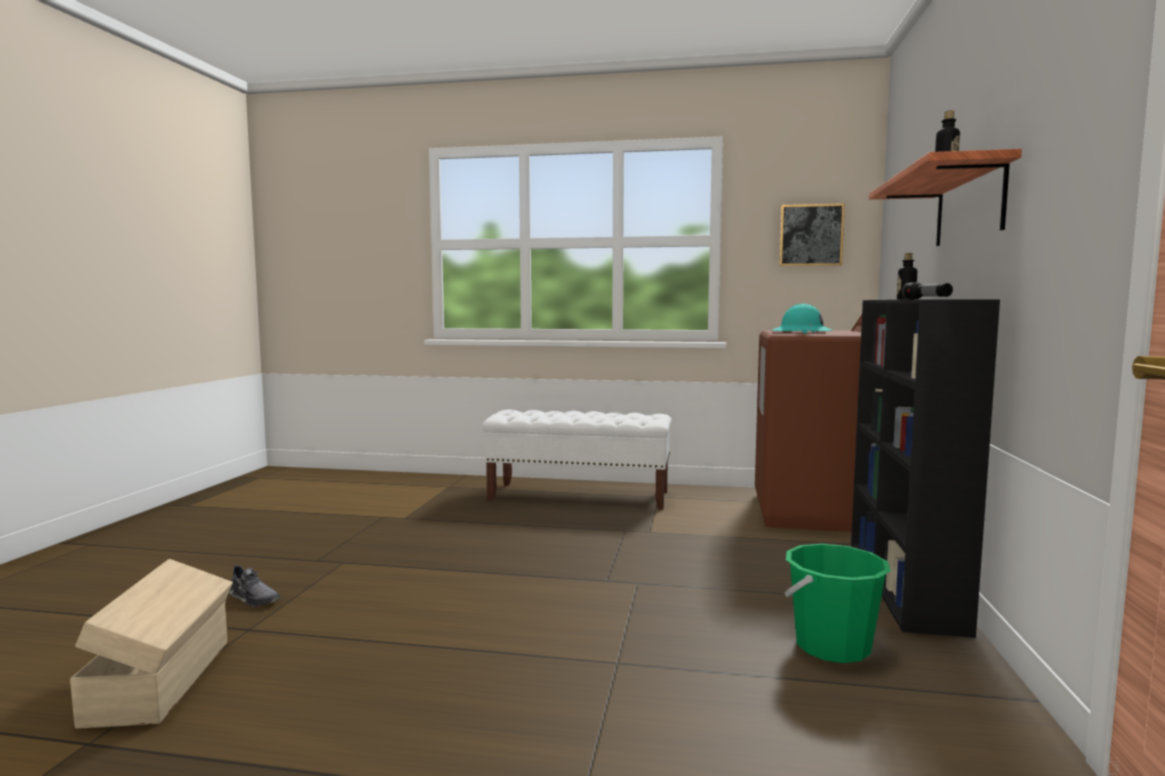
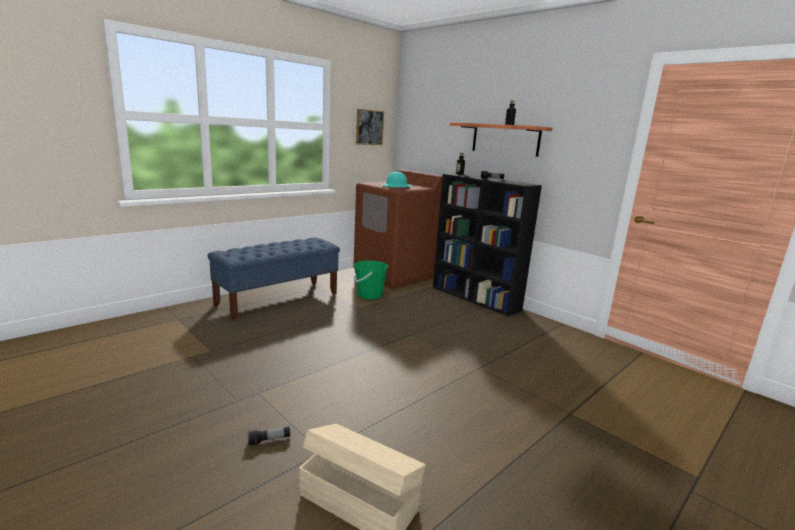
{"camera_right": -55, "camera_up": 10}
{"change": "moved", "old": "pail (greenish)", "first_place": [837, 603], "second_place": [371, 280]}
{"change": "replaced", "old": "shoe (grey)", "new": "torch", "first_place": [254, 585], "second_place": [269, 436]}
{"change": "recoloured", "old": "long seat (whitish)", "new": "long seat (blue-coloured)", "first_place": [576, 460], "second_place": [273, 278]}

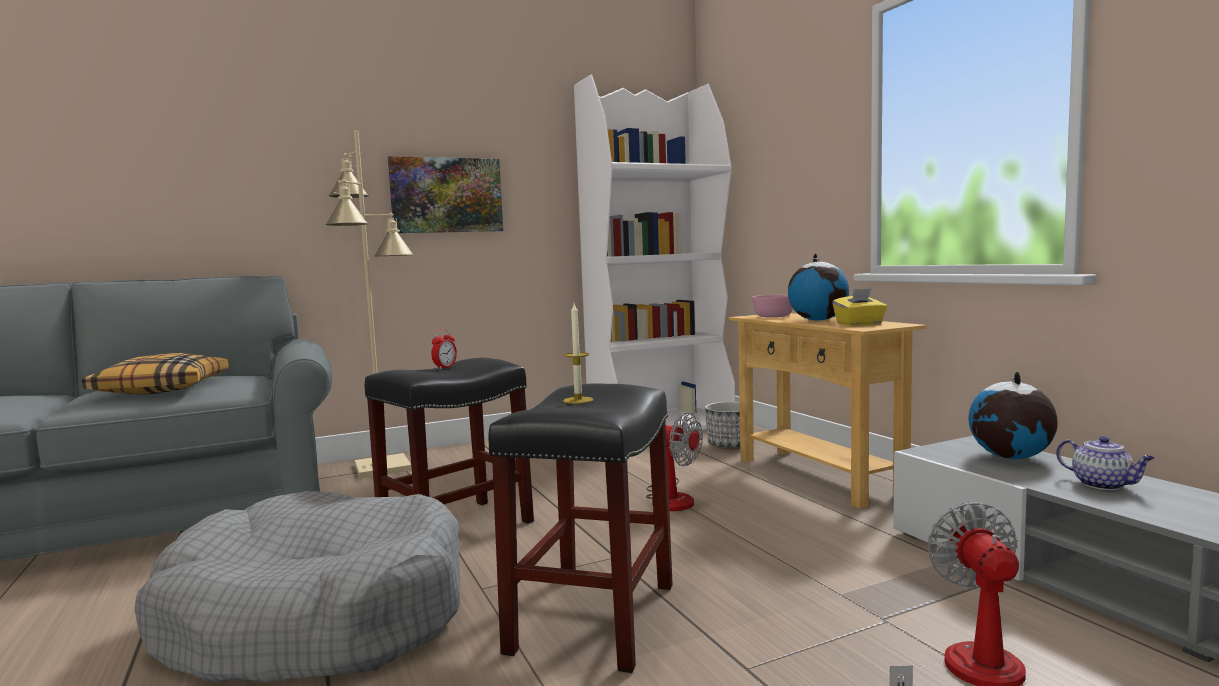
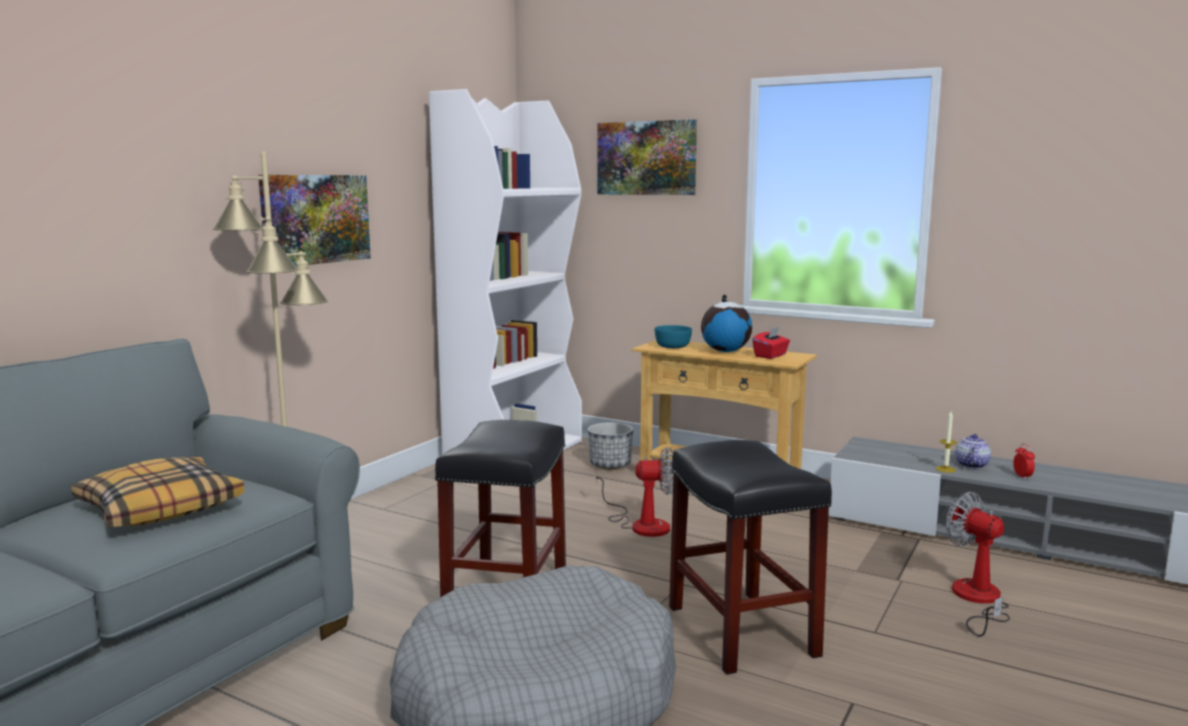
{"camera_right": -35, "camera_up": 5}
{"change": "removed", "old": "globe", "first_place": [1013, 415]}
{"change": "added", "new": "picture", "second_place": [647, 157]}
{"change": "moved", "old": "table clock", "first_place": [444, 349], "second_place": [1024, 462]}
{"change": "moved", "old": "wax candle", "first_place": [578, 354], "second_place": [946, 442]}
{"change": "recoloured", "old": "deep dish (pinkish)", "new": "deep dish (turquoise)", "first_place": [772, 306], "second_place": [673, 336]}
{"change": "recoloured", "old": "box of tissues (yellow)", "new": "box of tissues (red)", "first_place": [859, 307], "second_place": [771, 343]}
{"change": "turned", "old": "pot for tea", "first_place": [1105, 463], "second_place": [973, 451], "degrees": -90}

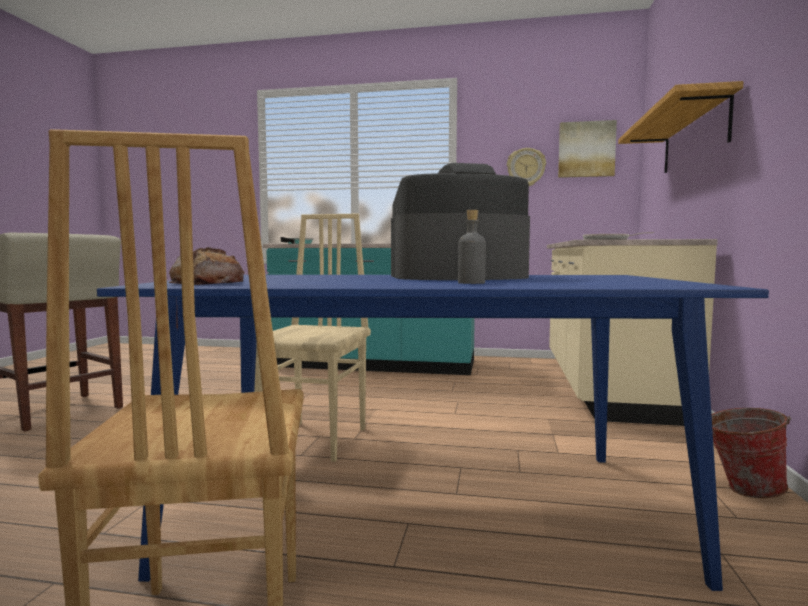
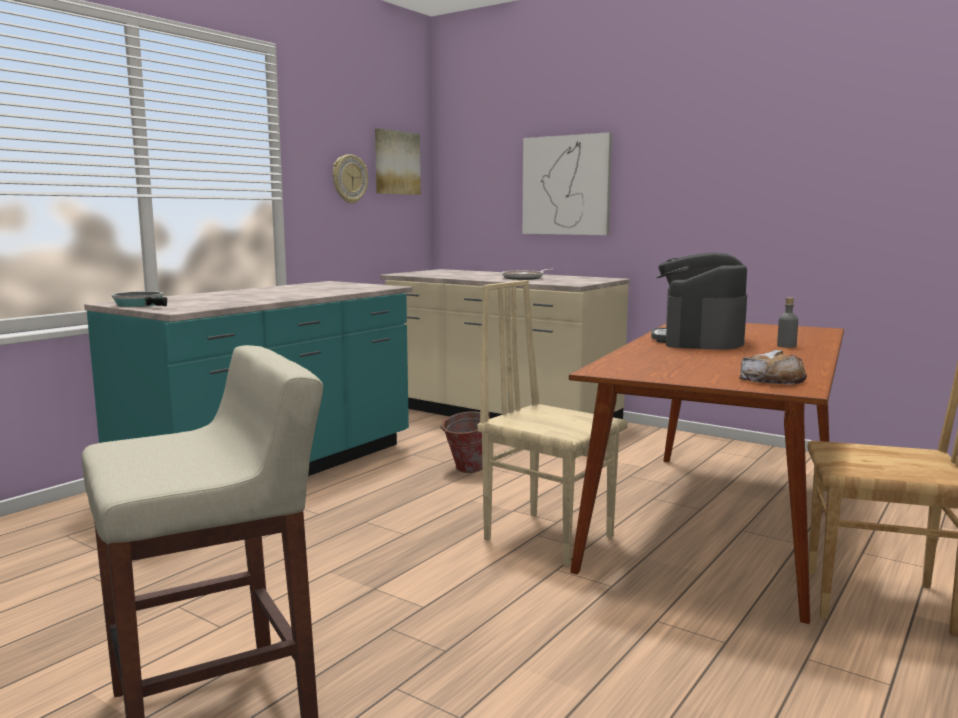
{"camera_right": -65, "camera_up": 5}
{"change": "moved", "old": "pail", "first_place": [751, 453], "second_place": [465, 442]}
{"change": "replaced", "old": "shelf", "new": "picture", "first_place": [681, 127], "second_place": [567, 183]}
{"change": "recoloured", "old": "dinner table (blue-coloured)", "new": "dinner table (brownish)", "first_place": [433, 433], "second_place": [706, 473]}

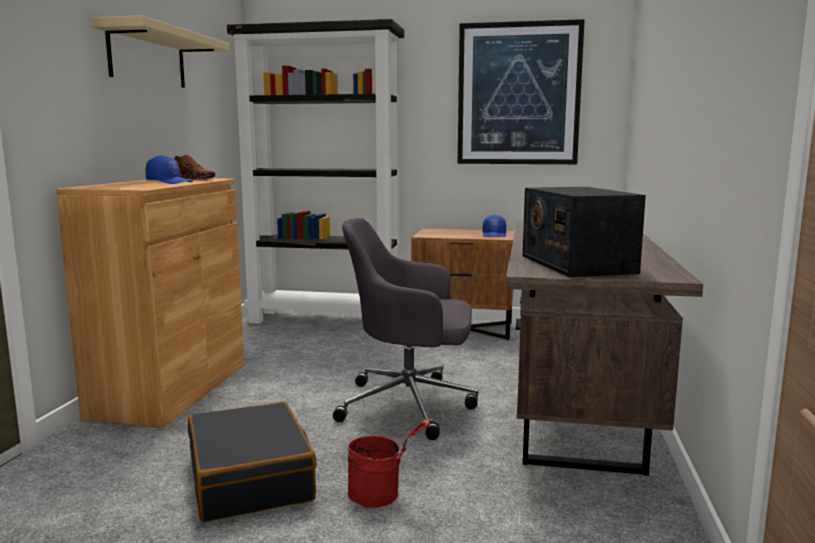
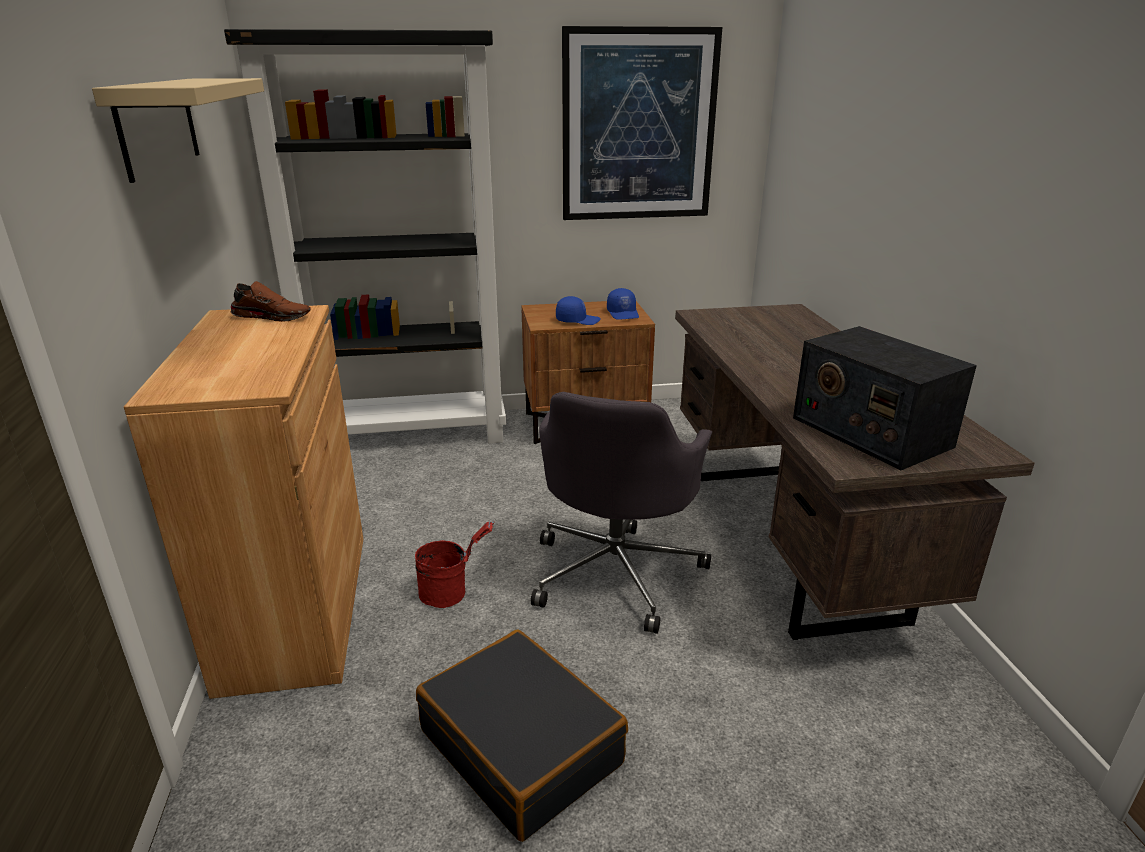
{"camera_right": -20, "camera_up": 15}
{"change": "moved", "old": "baseball cap (blue-coloured)", "first_place": [169, 169], "second_place": [578, 310]}
{"change": "moved", "old": "pail (red)", "first_place": [391, 463], "second_place": [455, 564]}
{"change": "turned", "old": "computer chair (grey)", "first_place": [406, 329], "second_place": [621, 513], "degrees": -60}

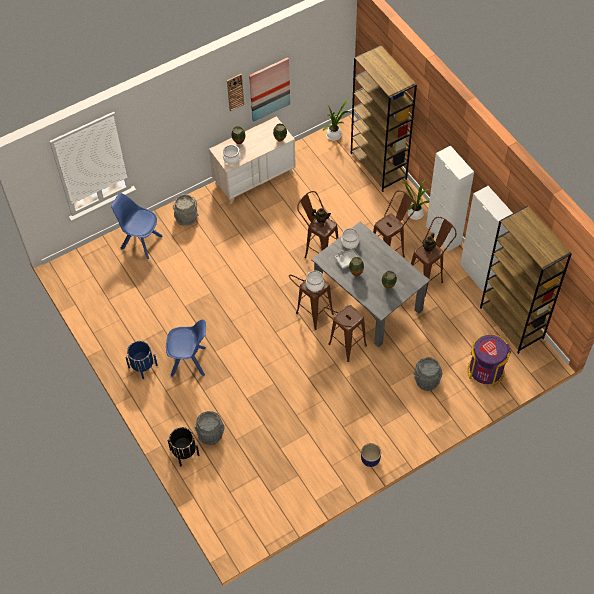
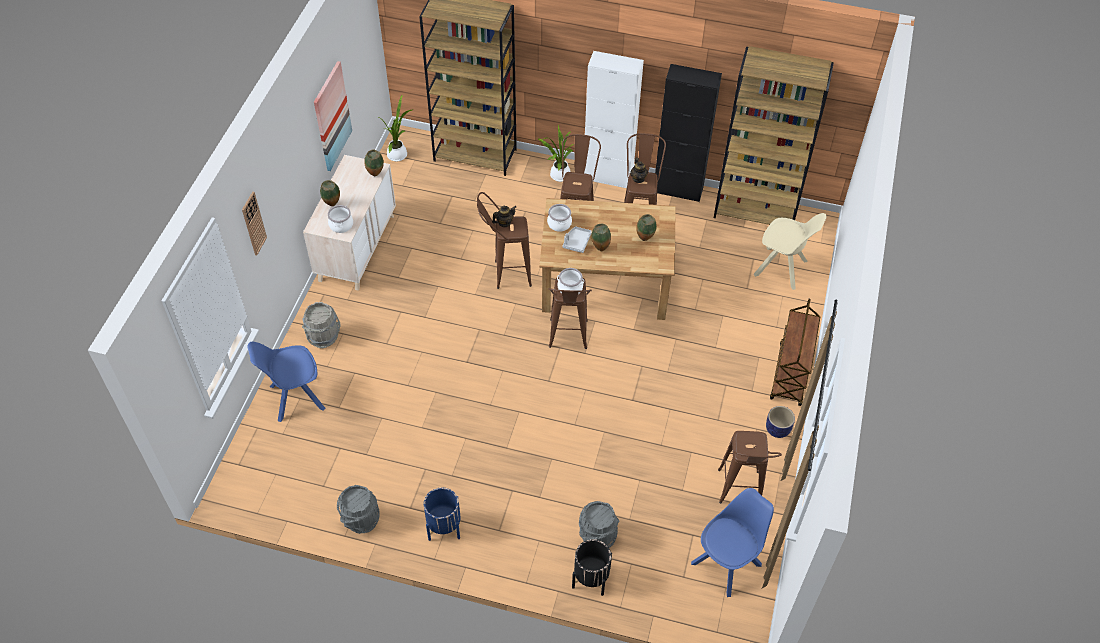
{"camera_right": -45, "camera_up": -5}
{"change": "added", "new": "wheeled cart (brownish)", "second_place": [795, 352]}
{"change": "moved", "old": "chair (blue-coloured)", "first_place": [186, 348], "second_place": [732, 542]}
{"change": "moved", "old": "clock on the wall", "first_place": [235, 92], "second_place": [254, 223]}
{"change": "moved", "old": "stool (brownish)", "first_place": [345, 333], "second_place": [750, 467]}
{"change": "moved", "old": "pail (grey)", "first_place": [427, 374], "second_place": [358, 509]}
{"change": "replaced", "old": "trash can (purple)", "new": "chair (beige-coloured)", "first_place": [489, 360], "second_place": [789, 251]}
{"change": "recoloured", "old": "dinner table (grey)", "new": "dinner table (brownish)", "first_place": [370, 284], "second_place": [607, 259]}
{"change": "recoloured", "old": "cupboard (whitish)", "new": "cupboard (blackish)", "first_place": [486, 239], "second_place": [688, 133]}

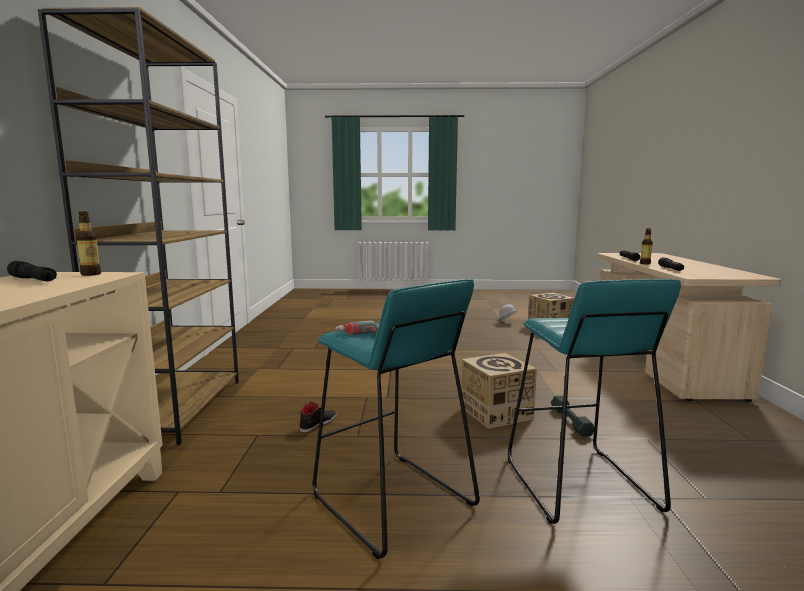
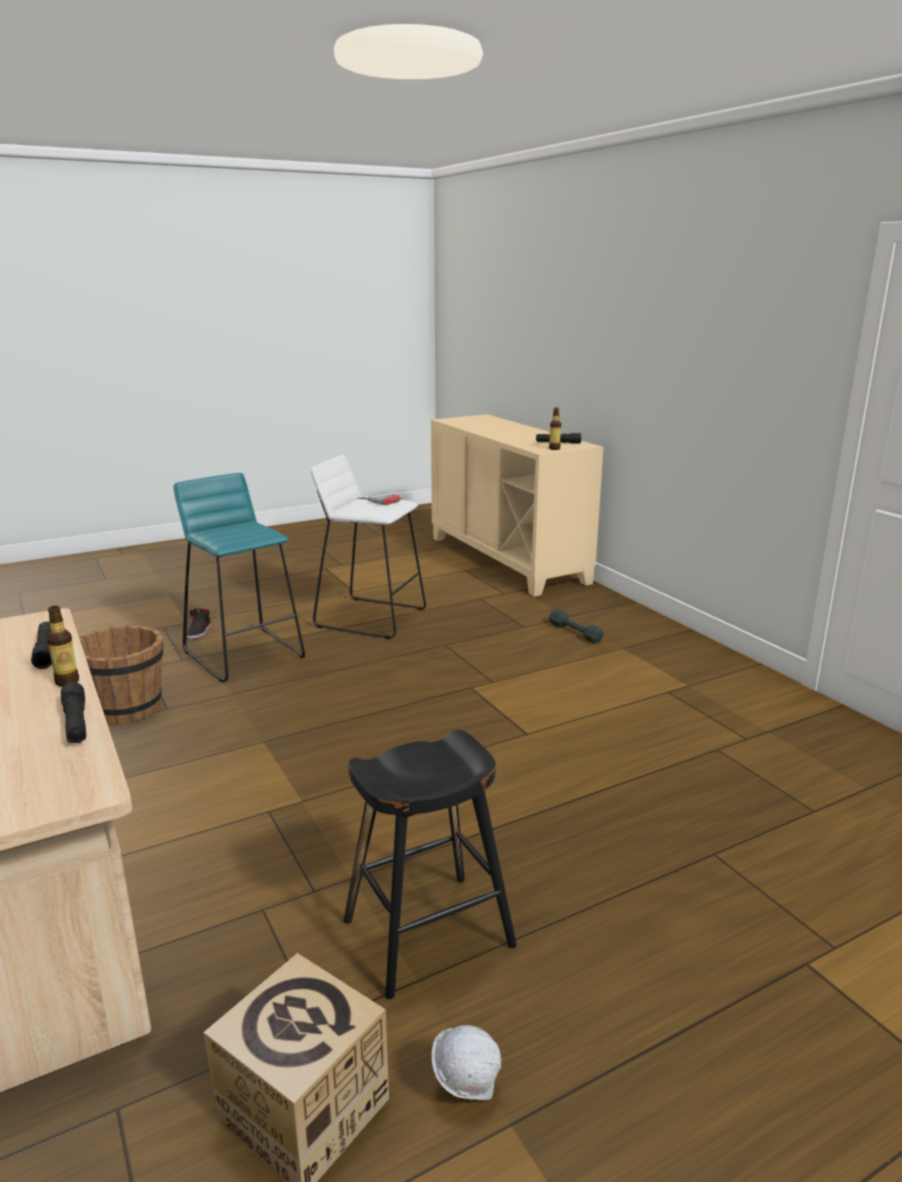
{"camera_right": 150, "camera_up": 10}
{"change": "removed", "old": "bookcase (brownish)", "first_place": [138, 226]}
{"change": "removed", "old": "carton", "first_place": [499, 391]}
{"change": "added", "new": "pail (brownish)", "second_place": [121, 675]}
{"change": "added", "new": "stool (blackish)", "second_place": [430, 864]}
{"change": "moved", "old": "shoe (blackish)", "first_place": [318, 417], "second_place": [198, 623]}
{"change": "moved", "old": "dumbbell (grey)", "first_place": [572, 416], "second_place": [576, 626]}
{"change": "recoloured", "old": "stool (turquoise)", "new": "stool (whitish)", "first_place": [396, 419], "second_place": [368, 547]}

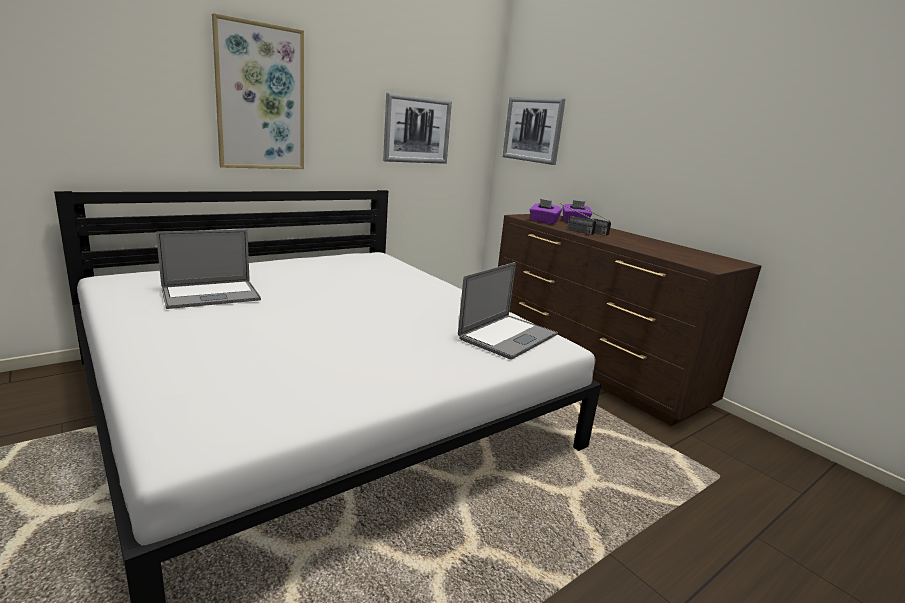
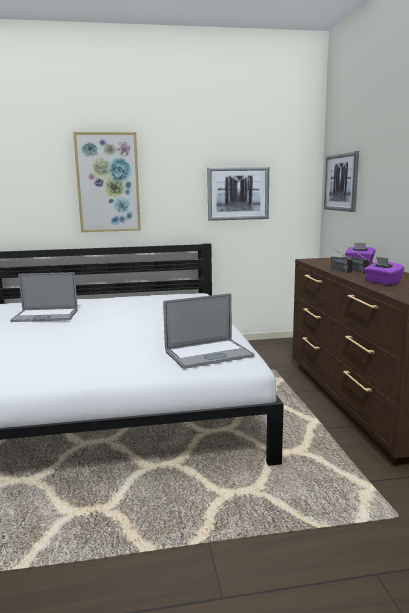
{"camera_right": 30, "camera_up": -5}
{"change": "moved", "old": "box of tissues (purple)", "first_place": [546, 211], "second_place": [384, 270]}

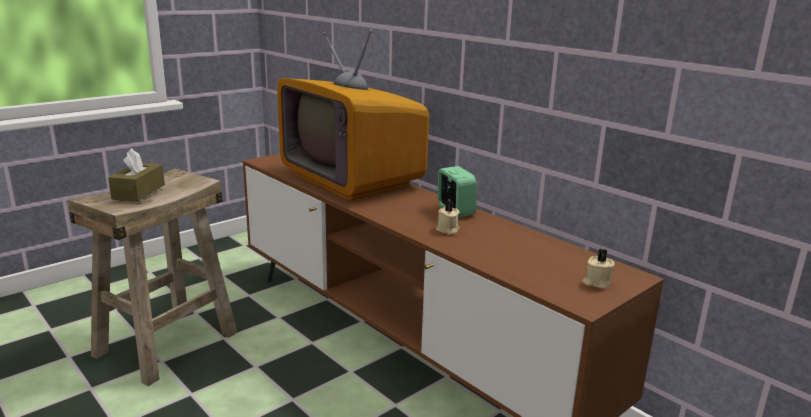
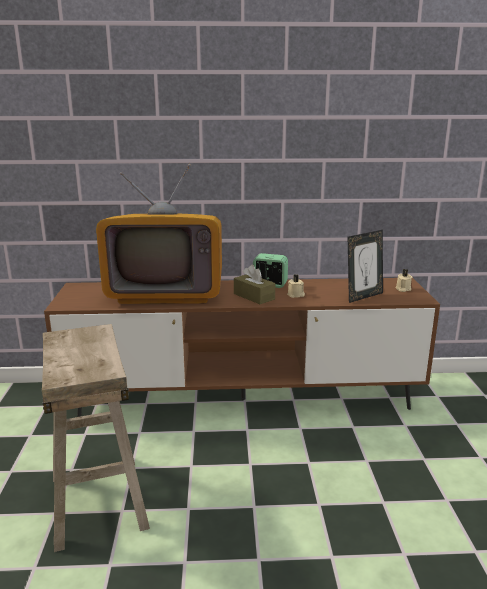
{"camera_right": -50, "camera_up": 0}
{"change": "added", "new": "standing frame", "second_place": [365, 266]}
{"change": "moved", "old": "box of tissues (brownish)", "first_place": [136, 175], "second_place": [254, 284]}

